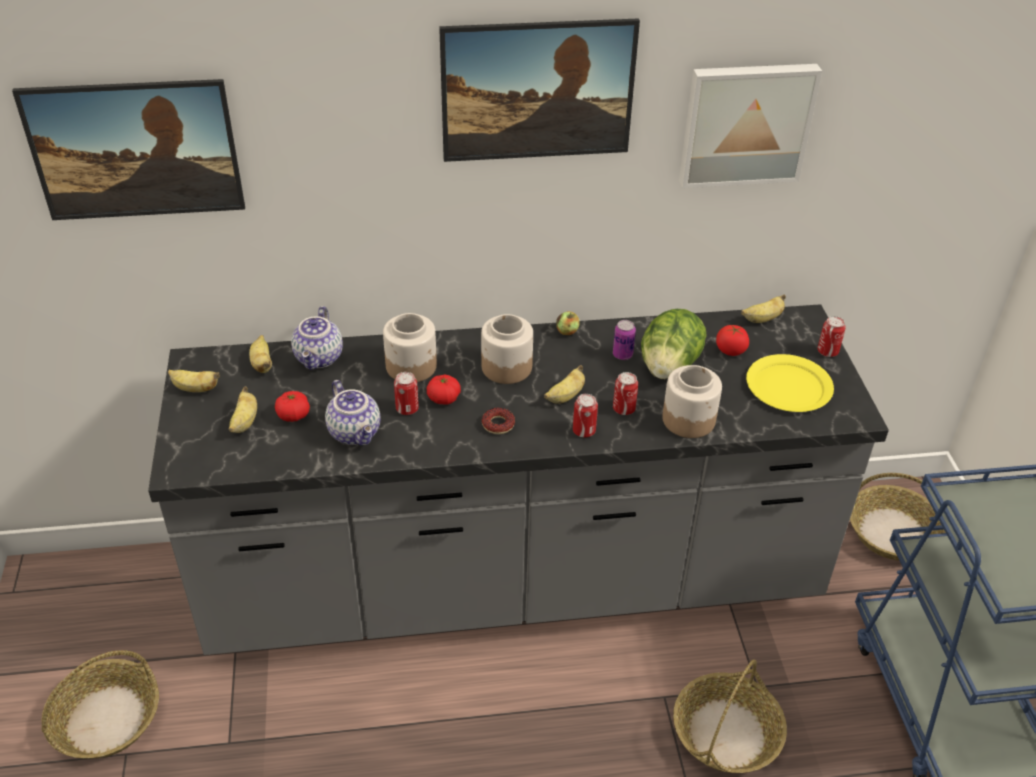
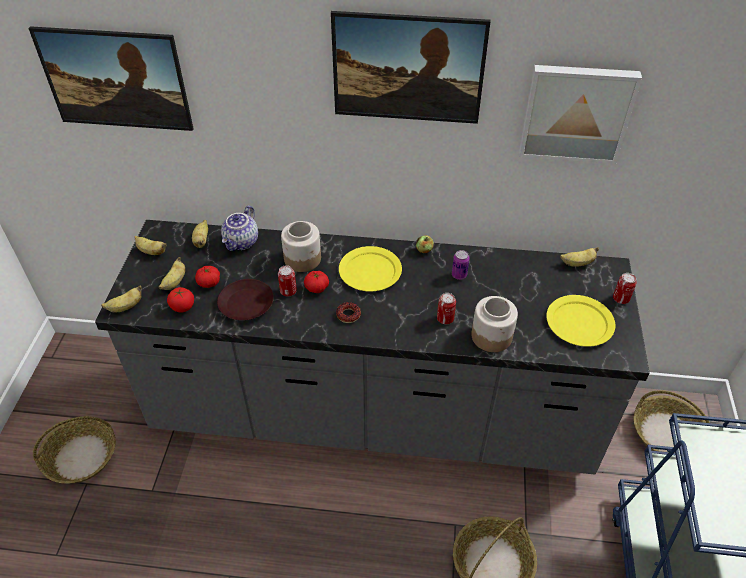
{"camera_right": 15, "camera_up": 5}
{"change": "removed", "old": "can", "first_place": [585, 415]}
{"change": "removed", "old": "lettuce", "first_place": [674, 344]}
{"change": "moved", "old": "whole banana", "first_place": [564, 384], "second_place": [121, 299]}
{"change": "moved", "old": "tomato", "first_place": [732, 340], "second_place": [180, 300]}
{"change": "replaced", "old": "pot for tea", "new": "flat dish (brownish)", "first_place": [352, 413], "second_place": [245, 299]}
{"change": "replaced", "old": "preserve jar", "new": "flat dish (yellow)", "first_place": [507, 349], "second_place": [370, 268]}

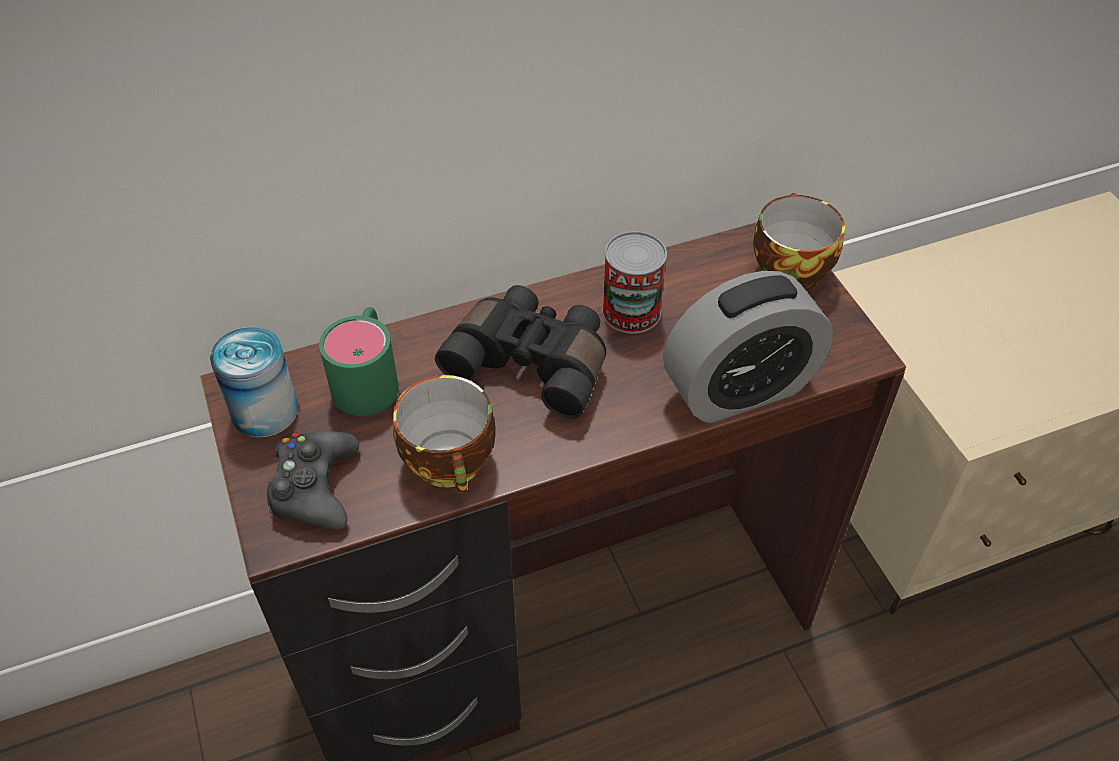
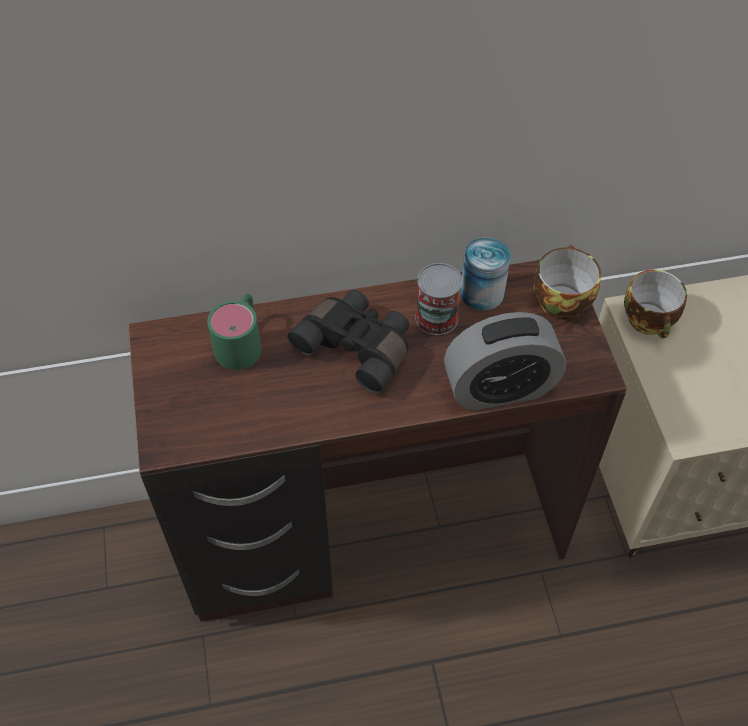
{"camera_right": 10, "camera_up": 5}
{"change": "removed", "old": "game controller (blackish)", "first_place": [313, 480]}
{"change": "moved", "old": "can", "first_place": [254, 382], "second_place": [485, 274]}
{"change": "moved", "old": "drinking cup", "first_place": [444, 434], "second_place": [655, 304]}

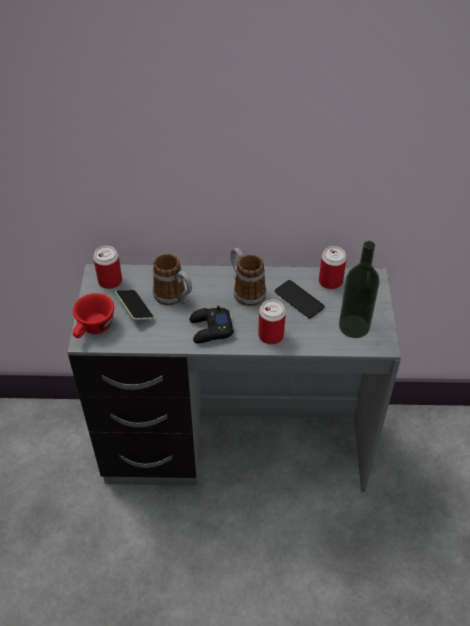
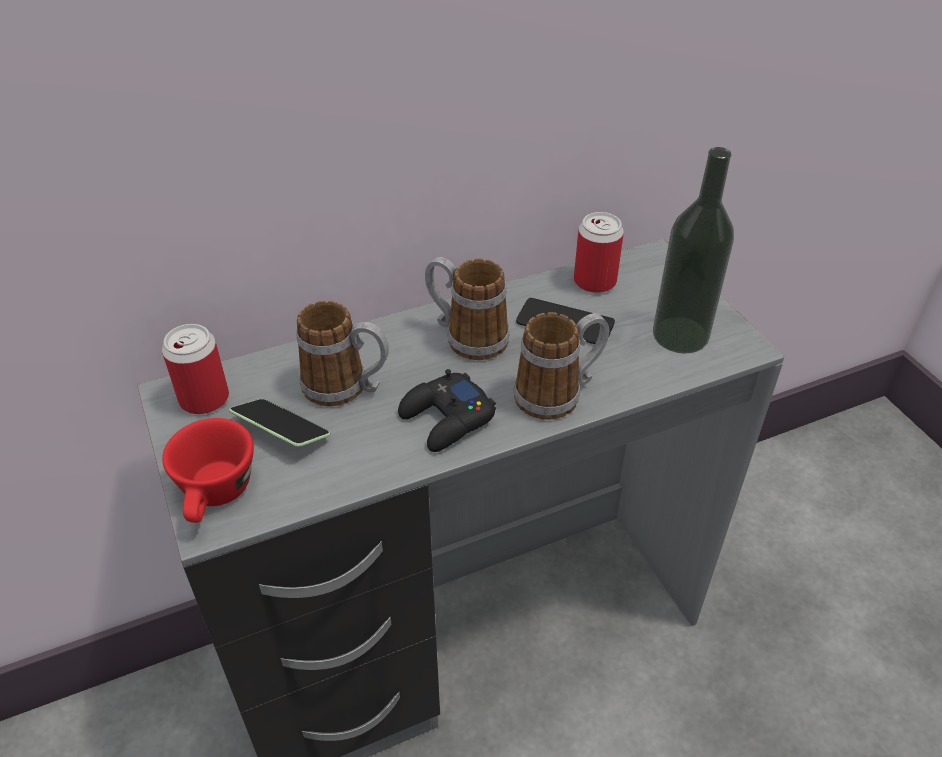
{"camera_right": -25, "camera_up": -5}
{"change": "replaced", "old": "can", "new": "mug", "first_place": [272, 322], "second_place": [561, 366]}

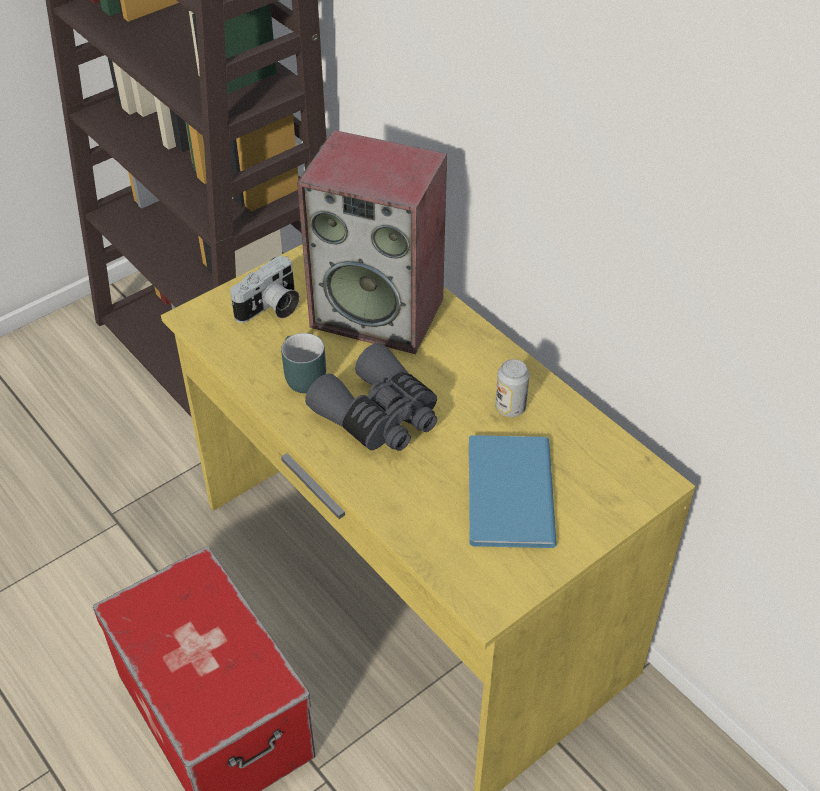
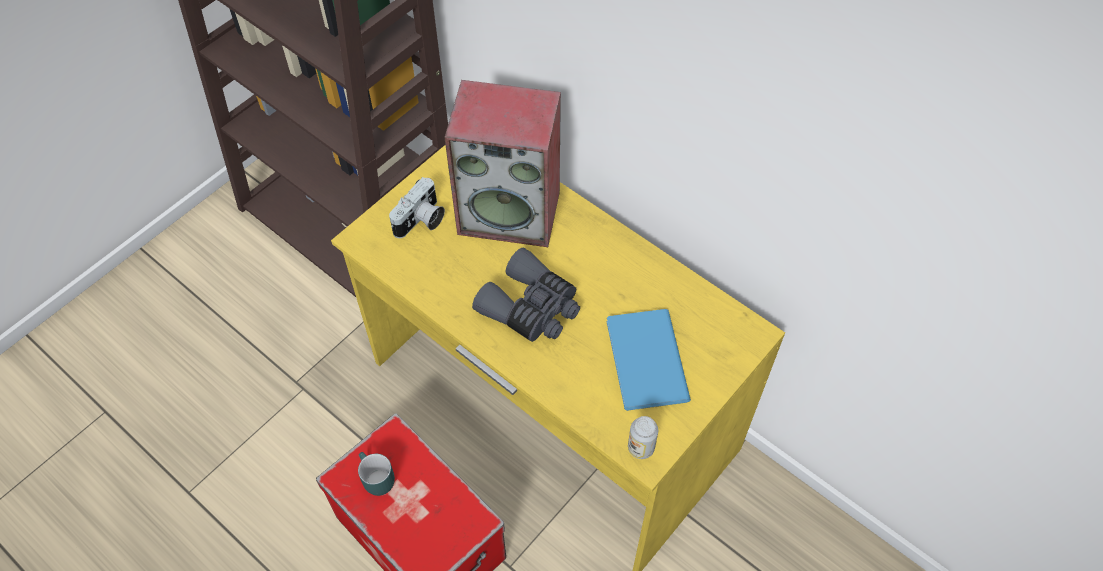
{"camera_right": -10, "camera_up": 10}
{"change": "moved", "old": "mug (turquoise)", "first_place": [303, 363], "second_place": [376, 474]}
{"change": "moved", "old": "can", "first_place": [512, 388], "second_place": [643, 437]}

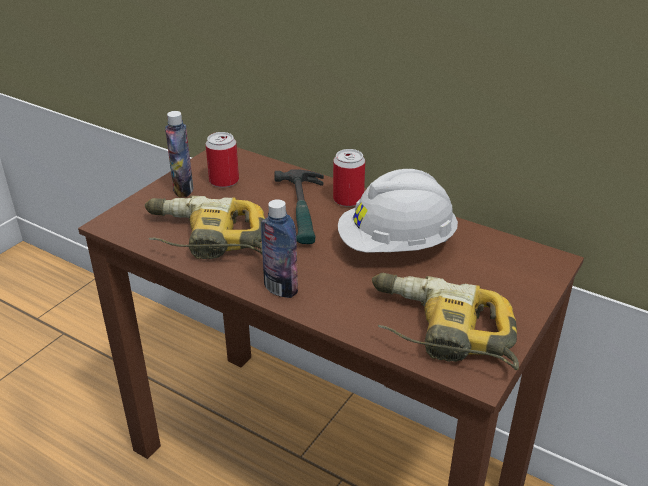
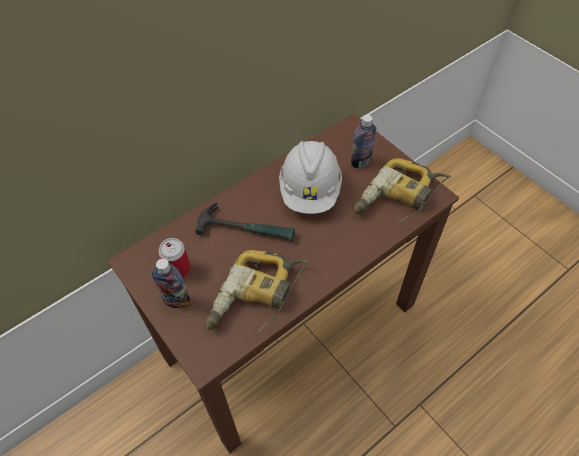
{"camera_right": -70, "camera_up": 20}
{"change": "removed", "old": "can", "first_place": [349, 178]}
{"change": "moved", "old": "beverage bottle", "first_place": [279, 248], "second_place": [364, 141]}

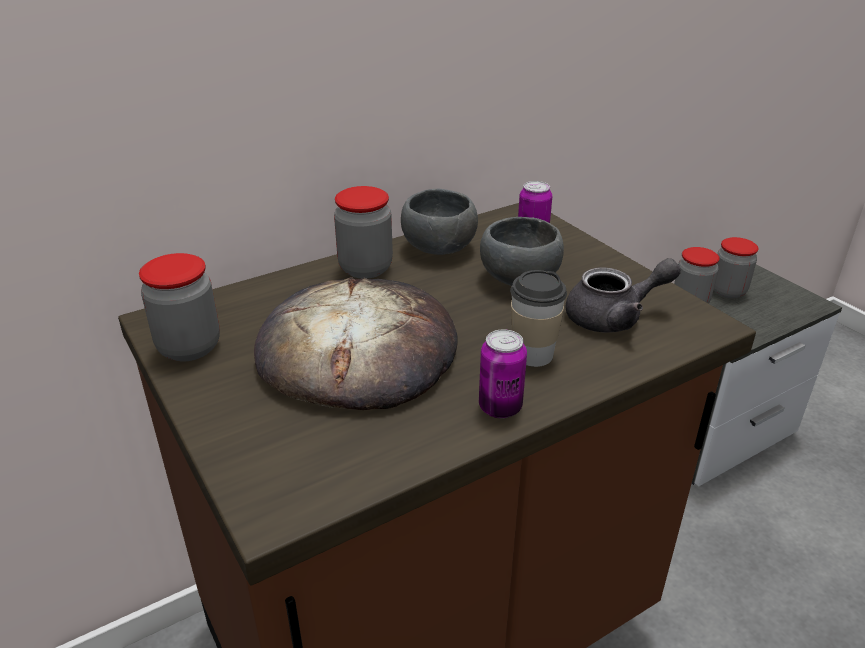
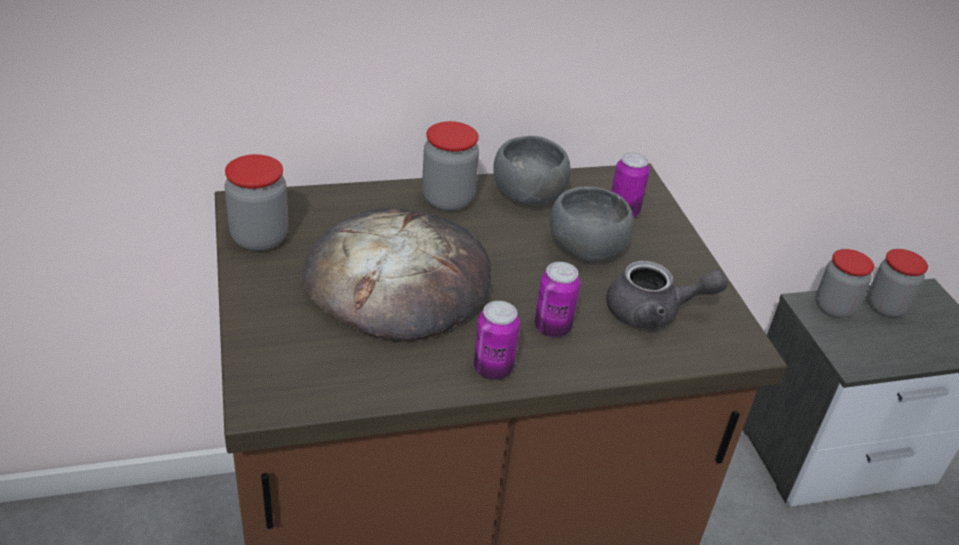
{"camera_right": 15, "camera_up": 5}
{"change": "replaced", "old": "drinking cup", "new": "can", "first_place": [538, 318], "second_place": [558, 299]}

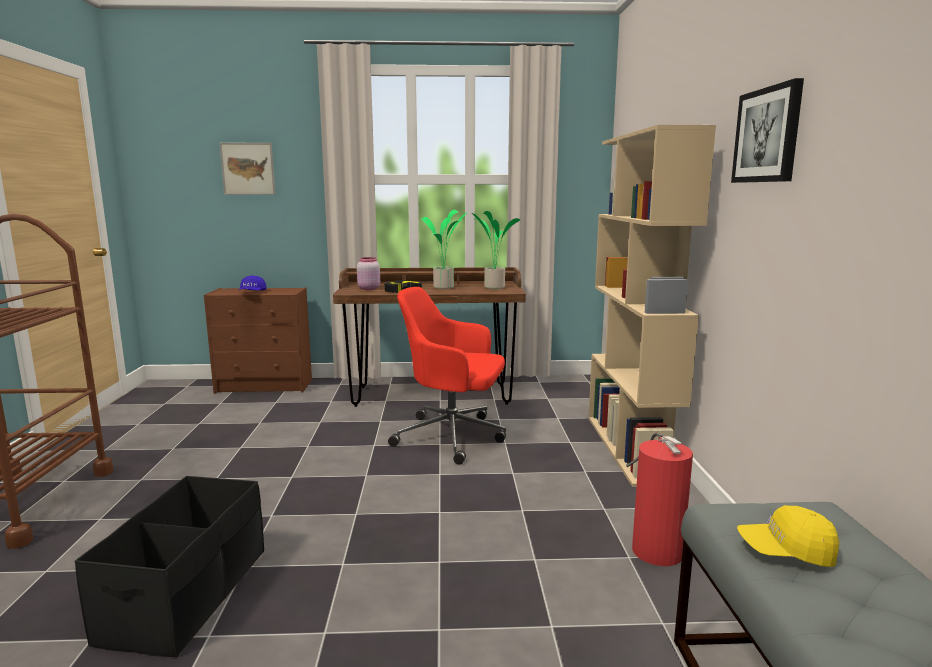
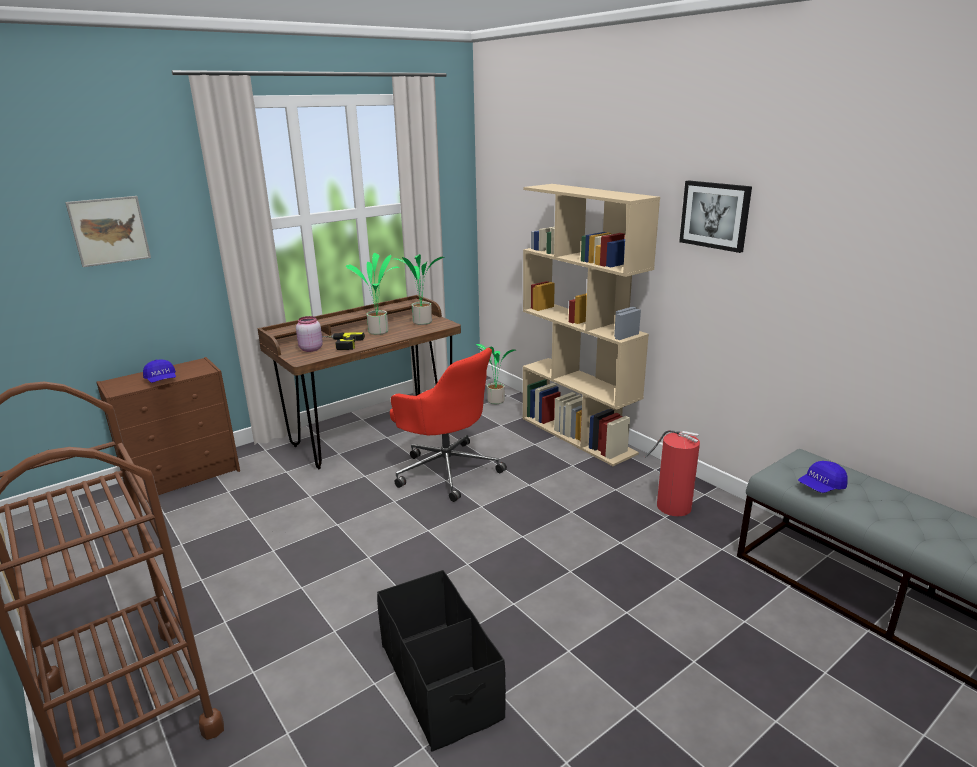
{"camera_right": -35, "camera_up": 10}
{"change": "added", "new": "houseplant", "second_place": [496, 374]}
{"change": "recoloured", "old": "baseball cap (yellow)", "new": "baseball cap (blue-coloured)", "first_place": [788, 536], "second_place": [823, 477]}
{"change": "turned", "old": "computer chair (red)", "first_place": [447, 376], "second_place": [448, 425], "degrees": -120}

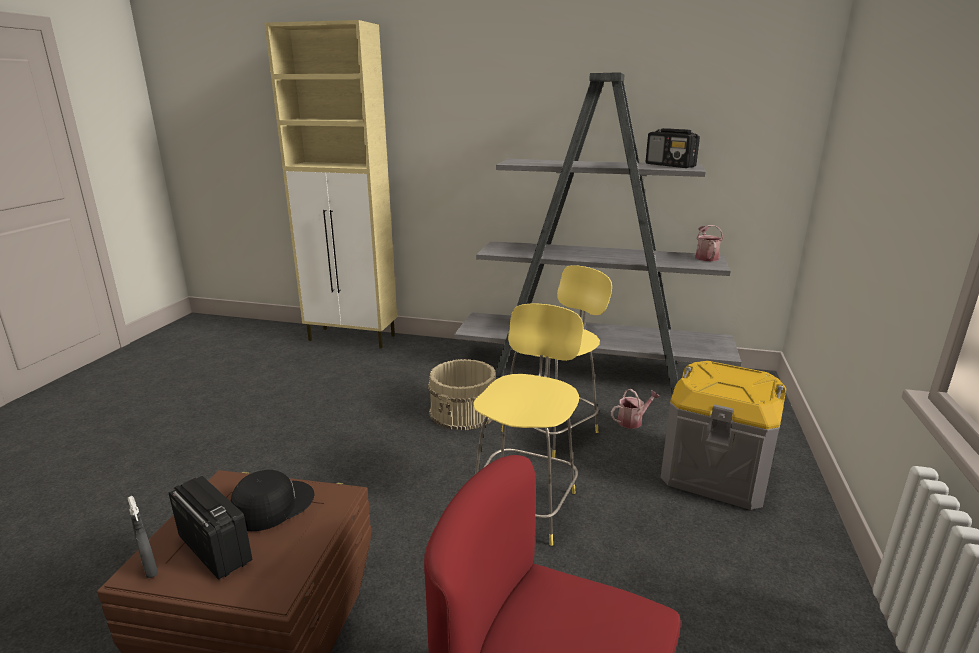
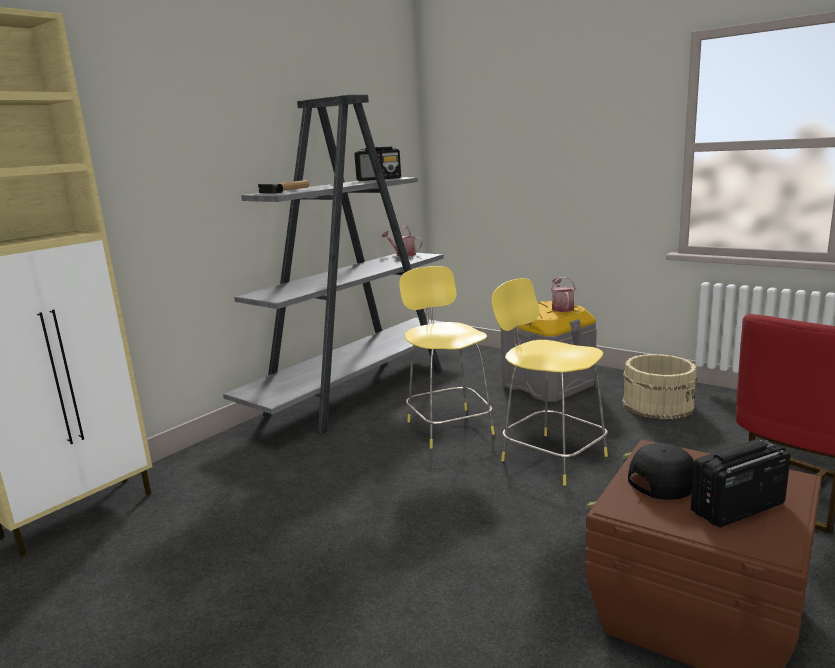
{"camera_right": -65, "camera_up": -5}
{"change": "removed", "old": "spray bottle (grey)", "first_place": [143, 537]}
{"change": "added", "new": "hand hammer", "second_place": [283, 187]}
{"change": "moved", "old": "pail (beige-coloured)", "first_place": [462, 394], "second_place": [659, 386]}
{"change": "moved", "old": "watering pot", "first_place": [635, 409], "second_place": [563, 294]}
{"change": "turned", "old": "baseball cap (blackish)", "first_place": [272, 500], "second_place": [661, 471], "degrees": 90}

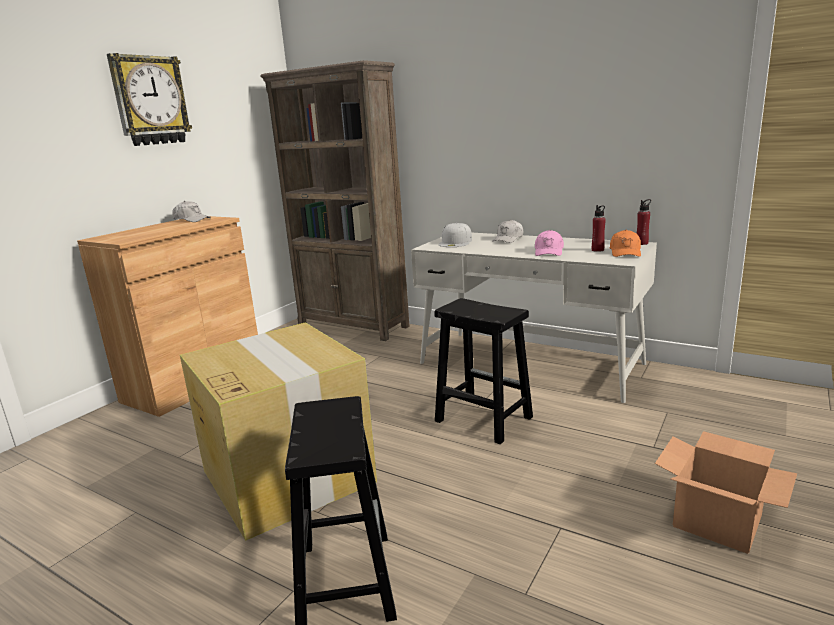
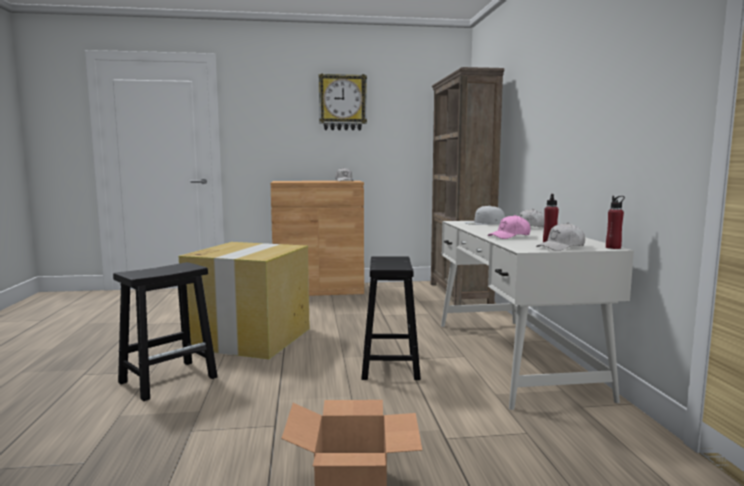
{"camera_right": 50, "camera_up": -10}
{"change": "recoloured", "old": "baseball cap (orangey)", "new": "baseball cap (whitish)", "first_place": [625, 243], "second_place": [560, 237]}

